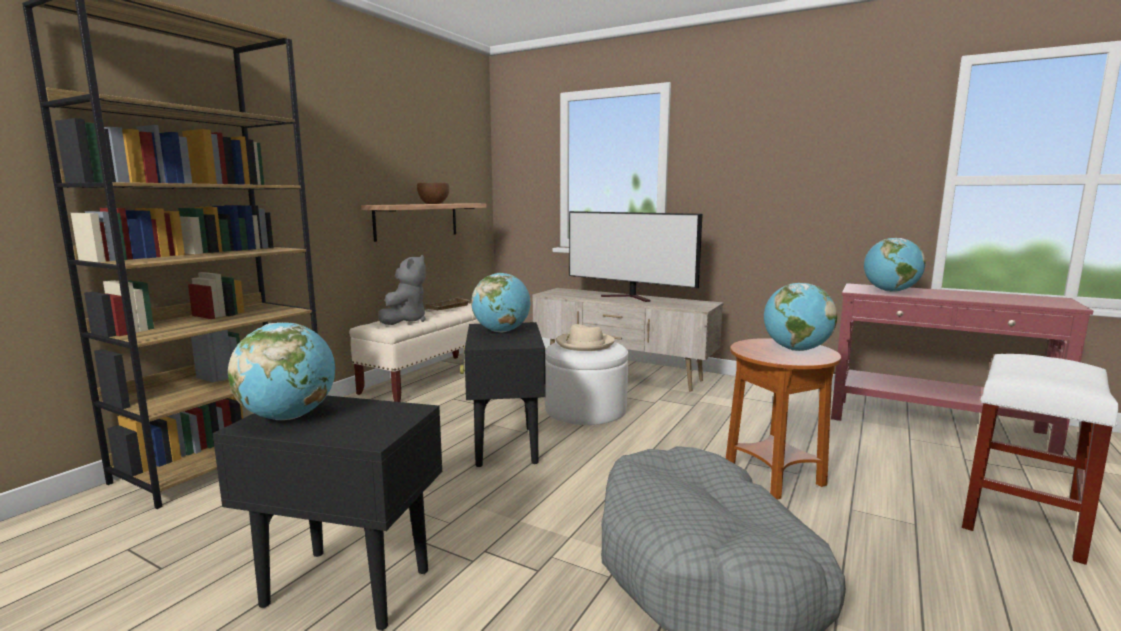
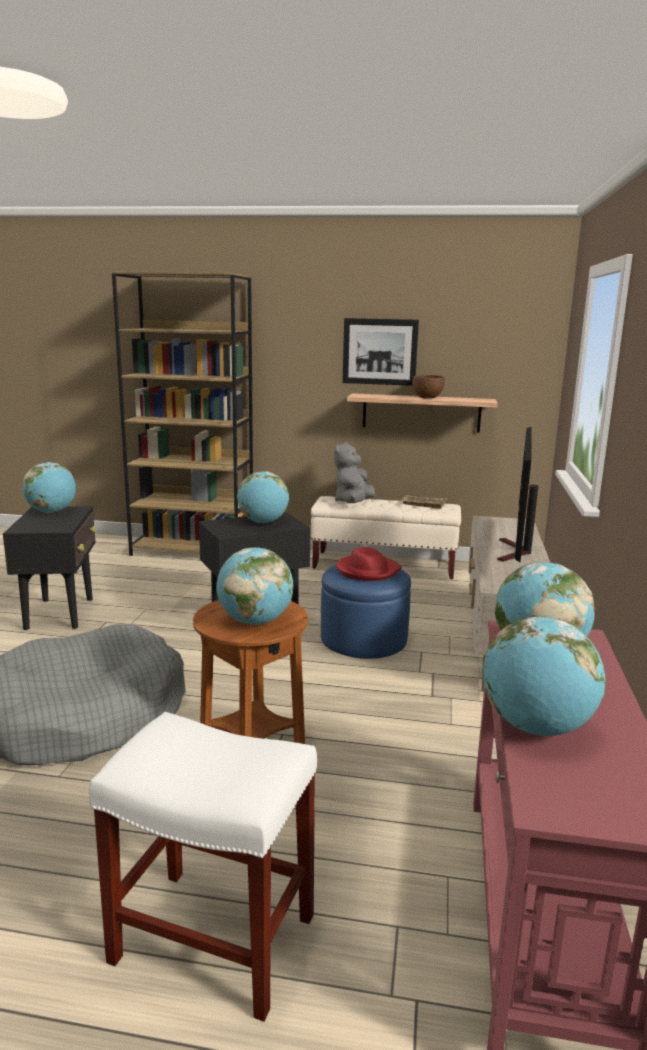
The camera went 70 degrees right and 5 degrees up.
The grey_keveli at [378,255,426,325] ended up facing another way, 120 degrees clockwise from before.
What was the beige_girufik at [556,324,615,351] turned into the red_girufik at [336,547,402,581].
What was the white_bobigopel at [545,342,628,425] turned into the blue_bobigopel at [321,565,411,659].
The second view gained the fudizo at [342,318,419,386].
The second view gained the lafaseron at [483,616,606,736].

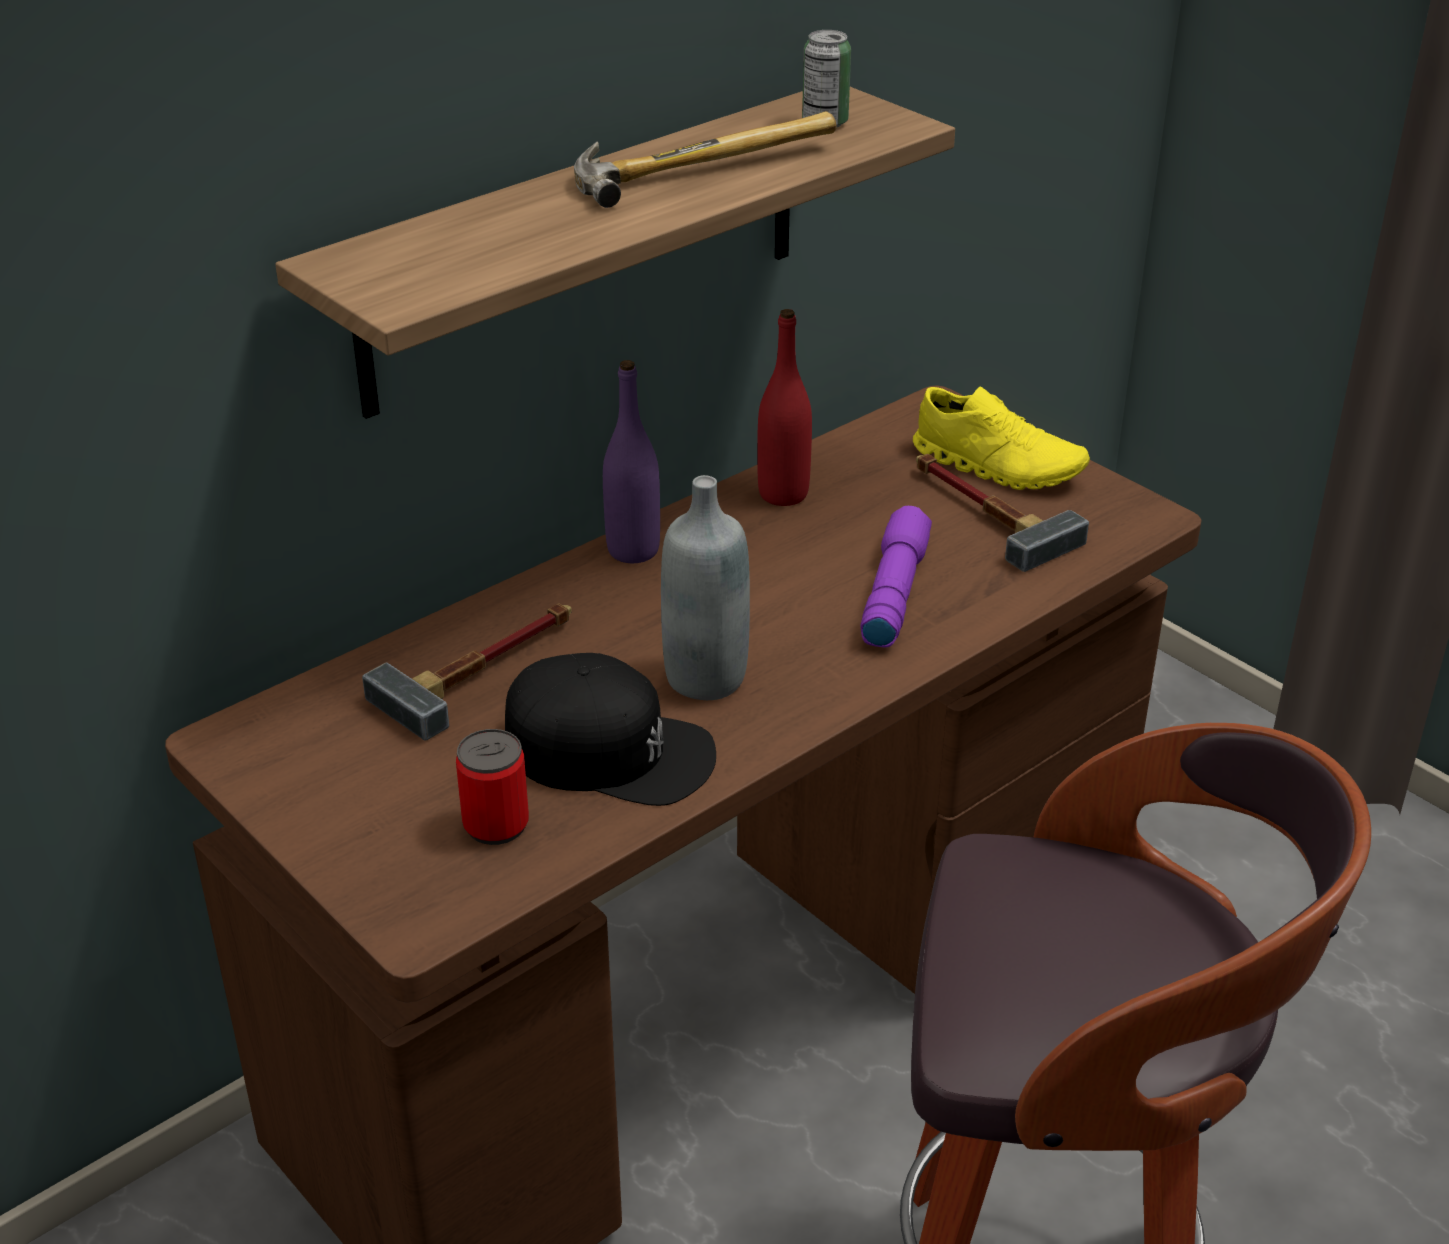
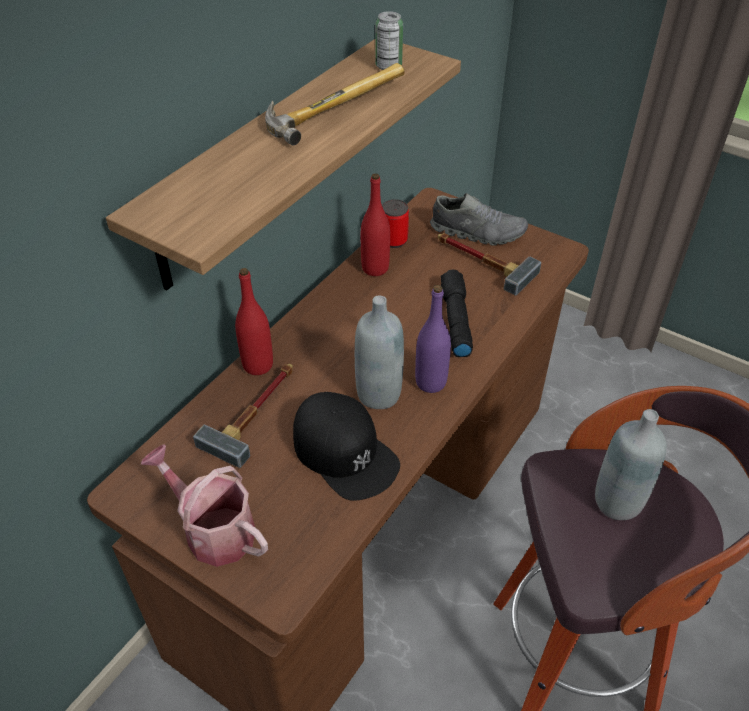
The camera went 15 degrees left and 10 degrees up.
The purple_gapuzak ended up elsewhere, having gone from [603,360,660,563] to [415,285,451,393].
What was the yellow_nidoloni at [913,386,1090,490] turned into the grey_nidoloni at [430,193,528,246].
What was the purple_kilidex at [860,506,932,647] turned into the black_kilidex at [441,270,473,357].
The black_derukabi at [505,653,716,806] ended up facing another way, 45 degrees clockwise from before.
The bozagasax ended up elsewhere, having gone from [456,729,529,845] to [382,199,409,248].
The second view gained the red_gapuzak at [235,268,273,375].
The second view gained the grey_gapuzak at [595,409,667,520].
The second view gained the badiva at [141,444,268,567].

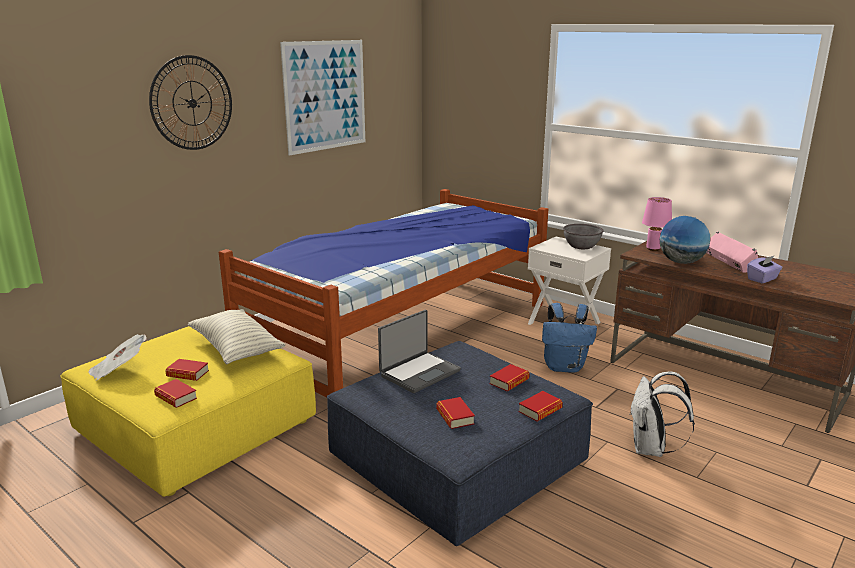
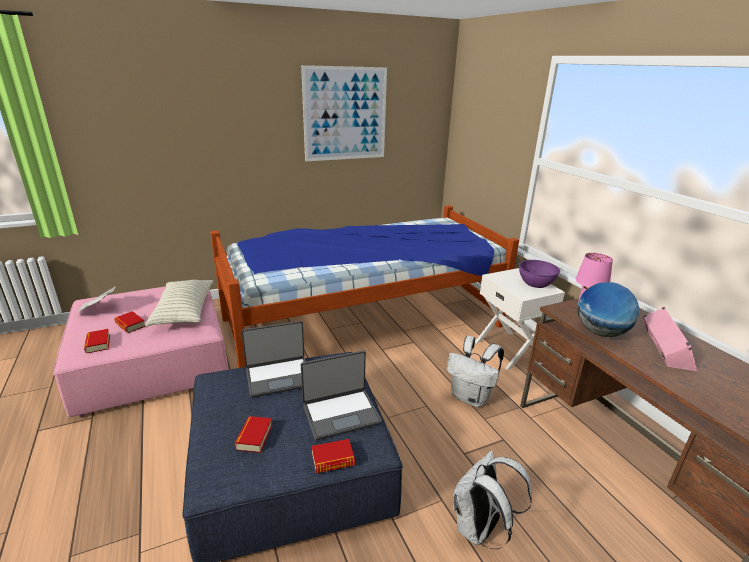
The camera went 25 degrees right and 5 degrees up.
The second view lost the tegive at [149,55,232,150].
What was the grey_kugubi at [563,224,604,249] turned into the purple_kugubi at [519,260,560,288].
The second view lost the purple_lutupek at [747,255,782,283].
What was the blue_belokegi at [542,303,597,373] turned into the white_belokegi at [447,336,504,407].
What was the yellow_bobigopel at [60,326,316,497] turned into the pink_bobigopel at [53,286,229,417].
Where the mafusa stood at [490,364,530,392], the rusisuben came to stand at [301,350,382,440].

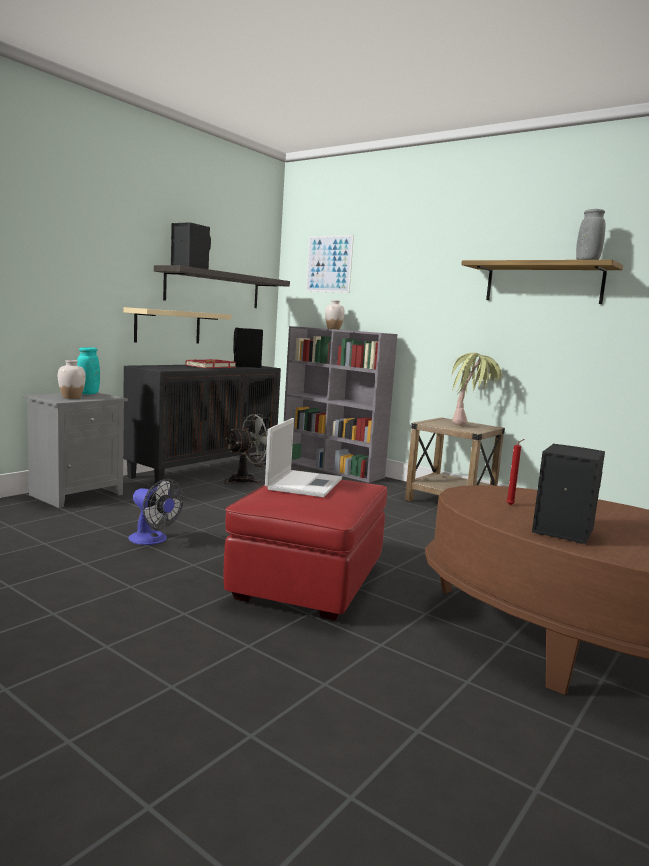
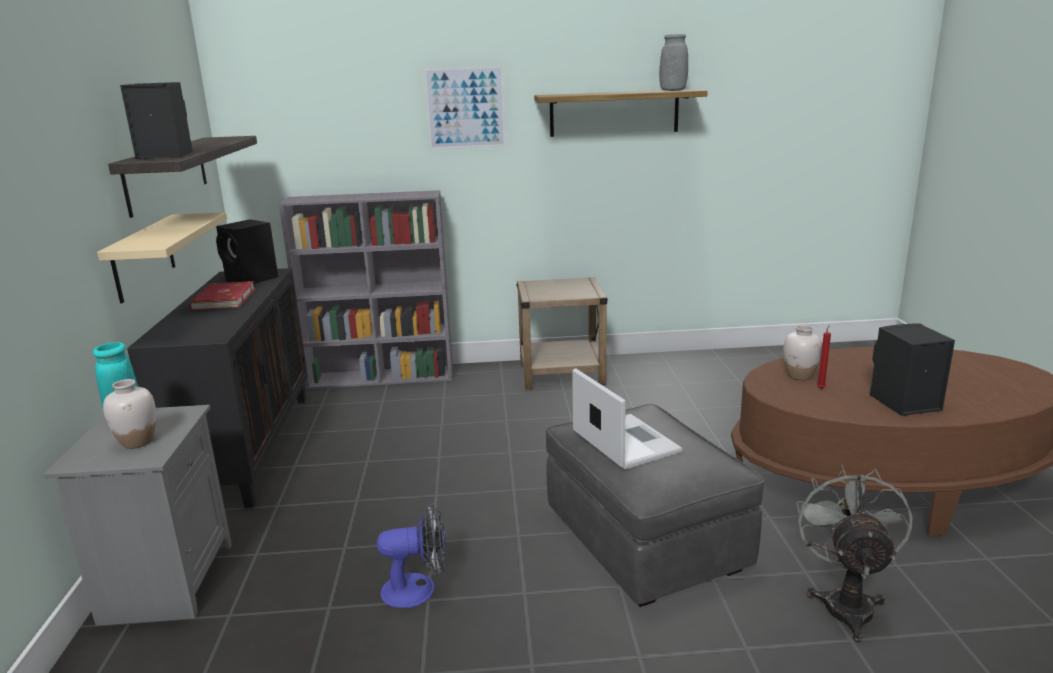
The camera went 40 degrees left and 10 degrees up.
The fudizo ended up elsewhere, having gone from [306,235,354,293] to [423,65,506,150].
The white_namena ended up elsewhere, having gone from [325,300,345,329] to [783,325,822,380].
The second view lost the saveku at [448,353,503,426].
The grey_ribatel ended up elsewhere, having gone from [224,414,270,485] to [796,465,912,642].
What was the red_bobigopel at [224,480,387,621] turned into the grey_bobigopel at [546,404,765,607].

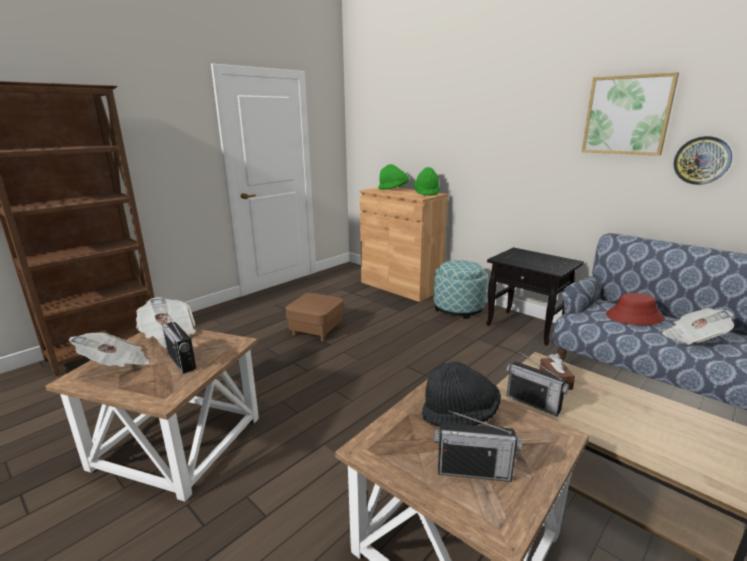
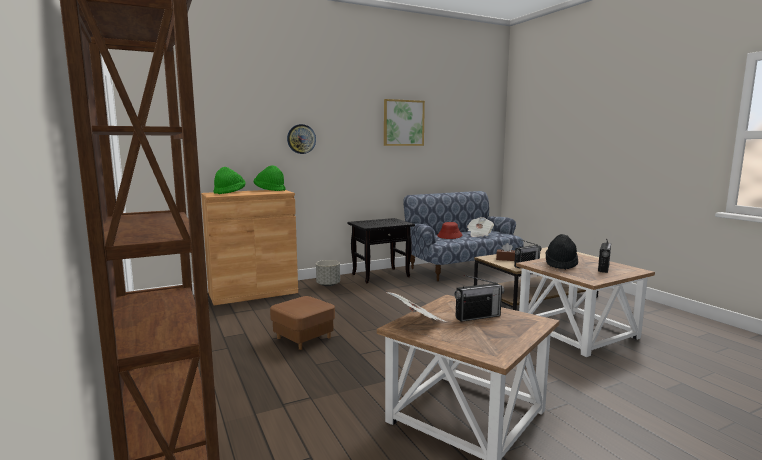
The camera went 70 degrees left and 10 degrees down.
The tegive ended up elsewhere, having gone from [673,136,732,185] to [287,124,316,154].
Where the bobigopel stood at [434,260,488,319], the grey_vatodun came to stand at [316,260,340,286].
The second view lost the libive at [69,332,149,367].

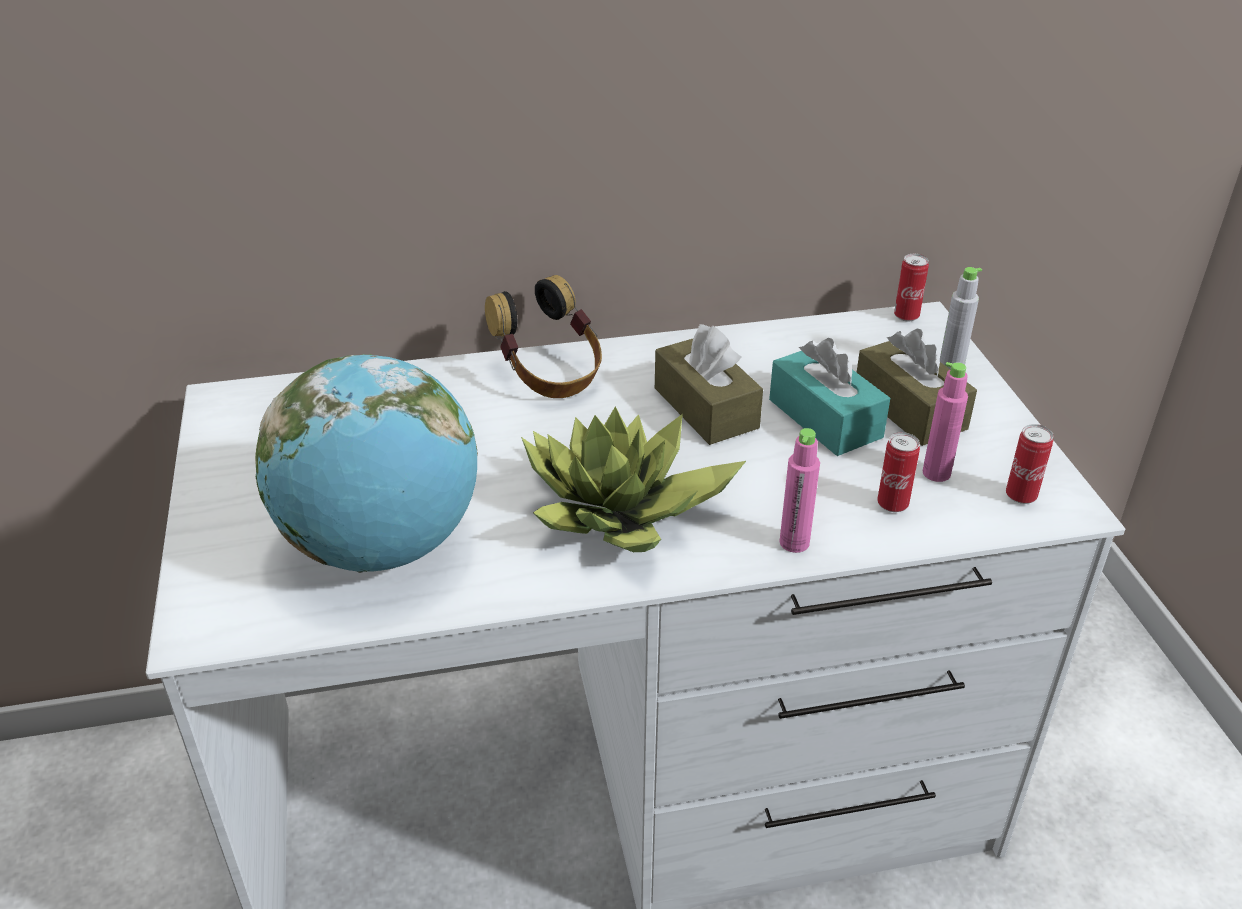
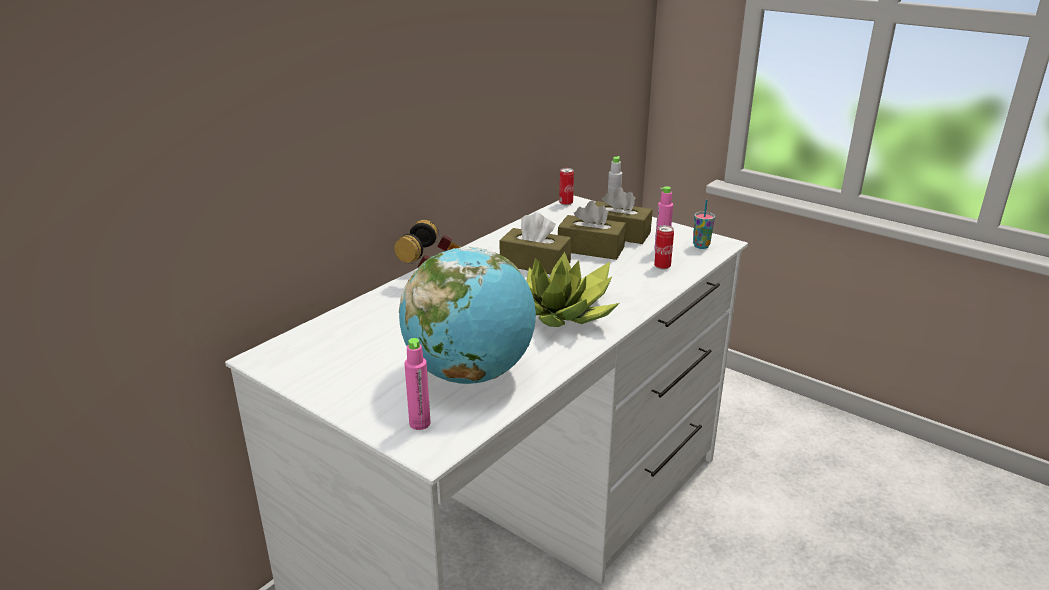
The camera went 40 degrees left and 10 degrees down.
What was the turquoise_lutupek at [769,338,890,456] turned into the brown_lutupek at [558,201,626,260].
Where the bozagasax stood at [1006,424,1054,504], the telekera came to stand at [693,199,715,249].
The pink_gapuzak ended up elsewhere, having gone from [779,428,820,553] to [404,338,431,430].

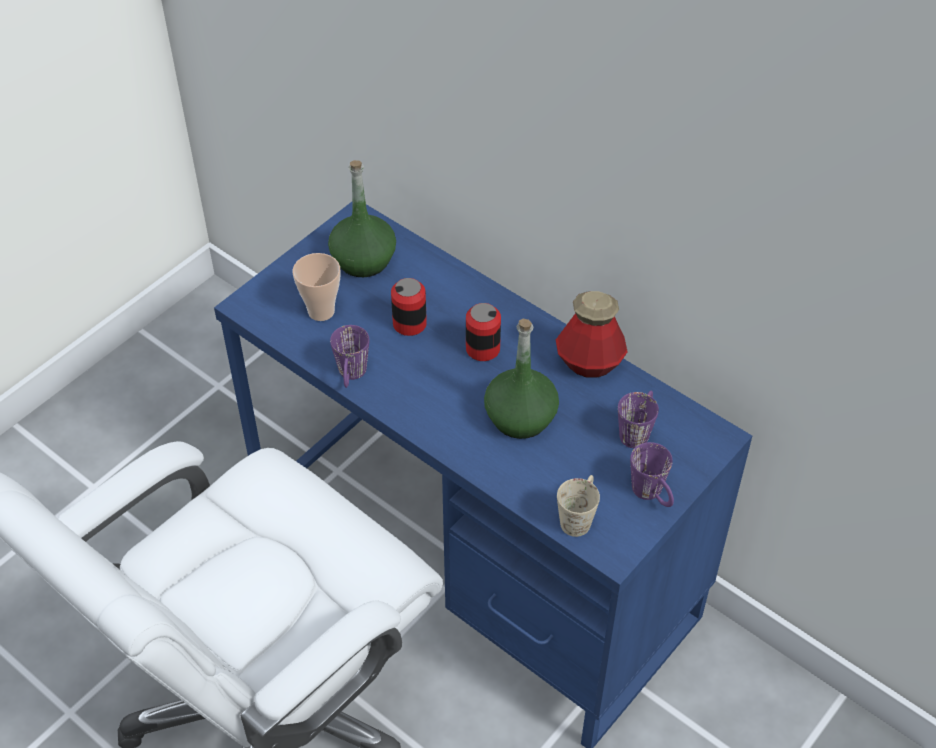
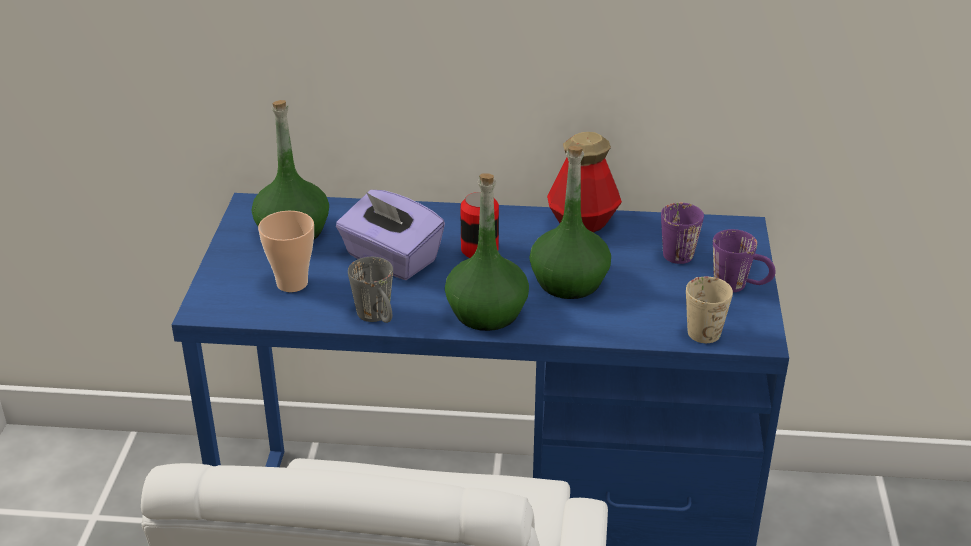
The camera went 35 degrees left and 15 degrees down.
Where the bozagasax stood at [391,278,427,336], the purple_lutupek came to stand at [336,190,445,280].
What was the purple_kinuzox at [330,325,369,388] turned into the grey_kinuzox at [348,257,393,323].
The second view gained the green_gapuzak at [445,173,529,331].

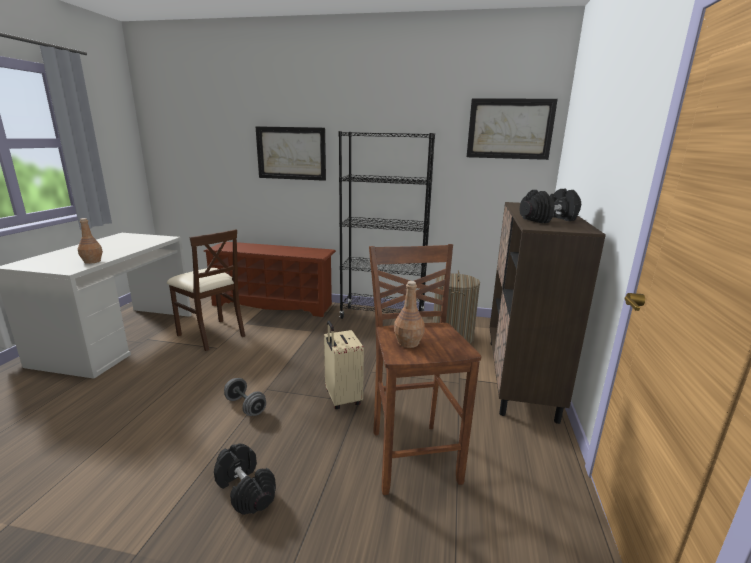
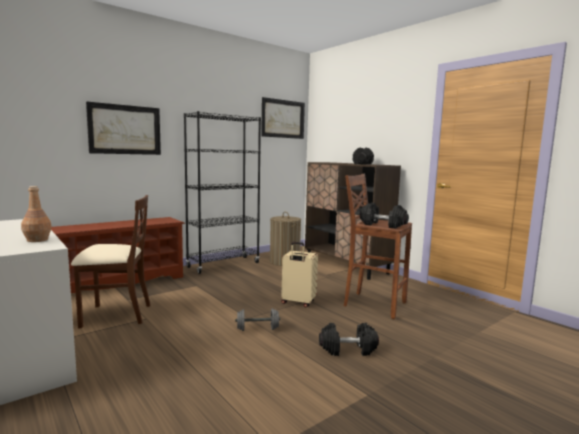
The camera went 50 degrees left and 10 degrees down.
Where the brown_gapuzak stood at [394,281,425,348], the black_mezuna came to stand at [360,203,409,229].

